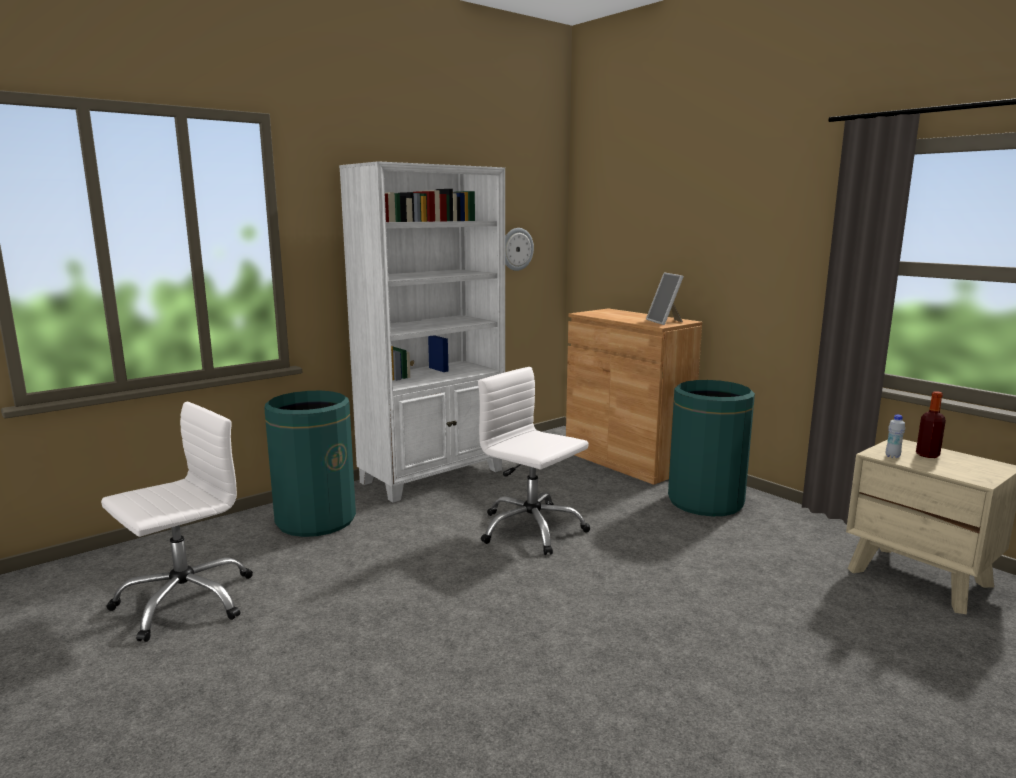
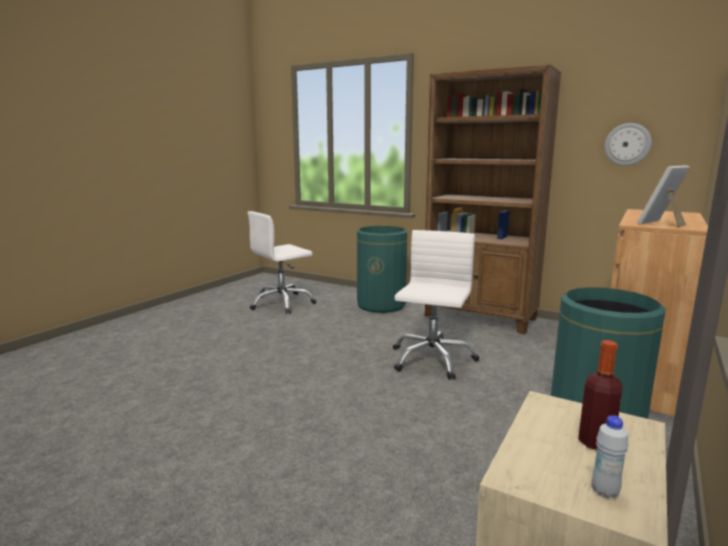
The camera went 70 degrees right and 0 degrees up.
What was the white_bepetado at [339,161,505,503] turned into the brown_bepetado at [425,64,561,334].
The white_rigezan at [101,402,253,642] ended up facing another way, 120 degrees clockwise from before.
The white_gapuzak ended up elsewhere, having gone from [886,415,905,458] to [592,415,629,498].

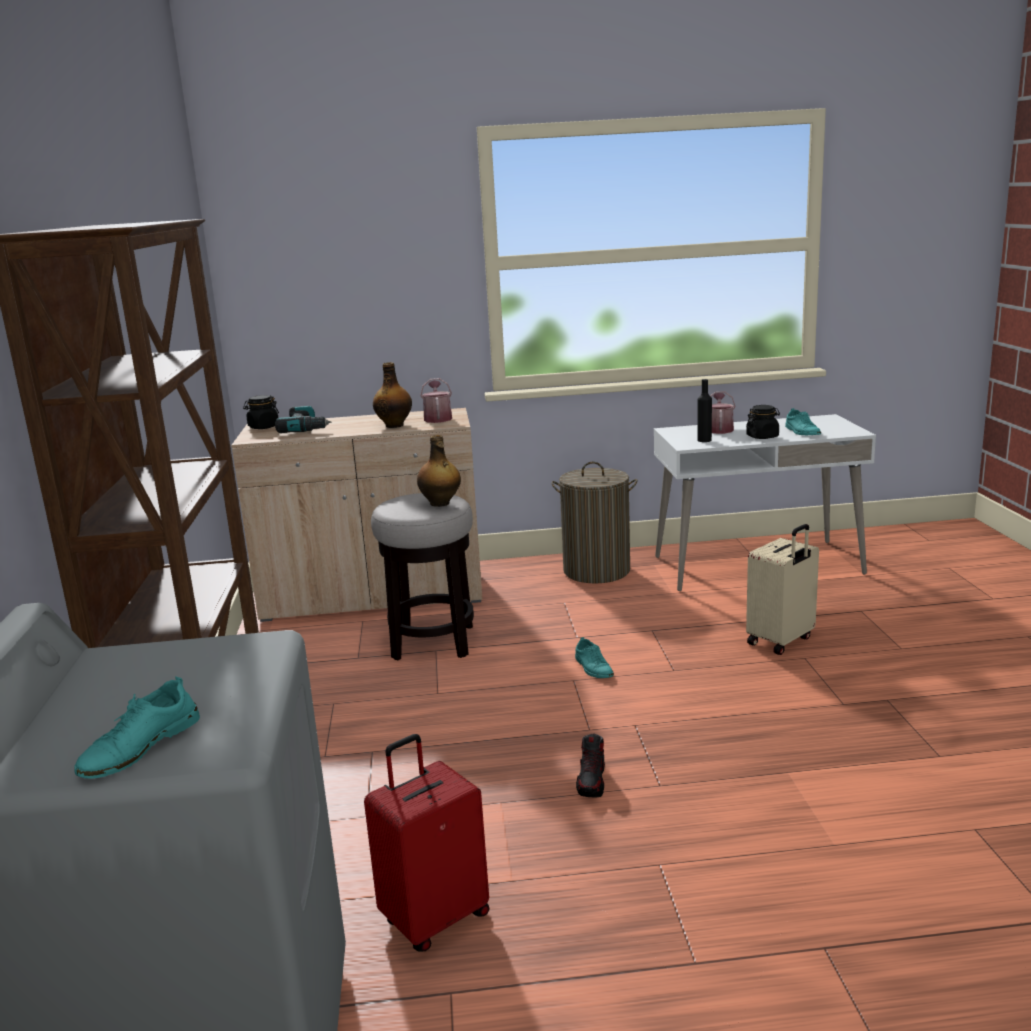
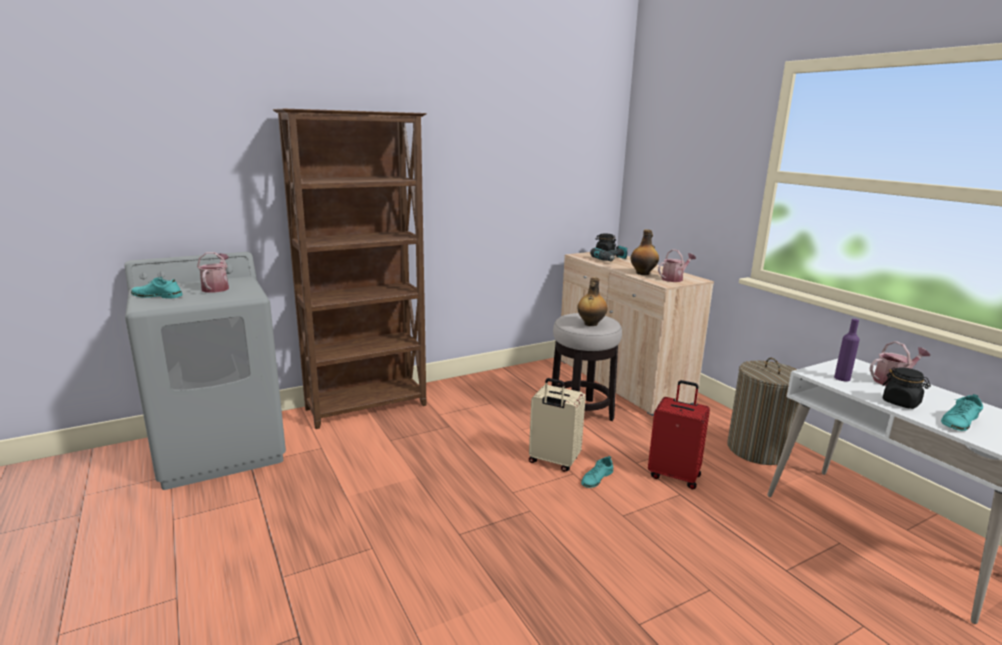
The camera went 65 degrees right and 0 degrees up.
What was the black_gapuzak at [697,379,712,442] turned into the purple_gapuzak at [834,319,860,382].
The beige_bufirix ended up elsewhere, having gone from [746,524,819,655] to [529,378,586,472].
The red_bufirix ended up elsewhere, having gone from [364,734,489,952] to [648,380,710,489].
The second view lost the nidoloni at [576,734,605,798].
The second view gained the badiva at [197,252,229,293].

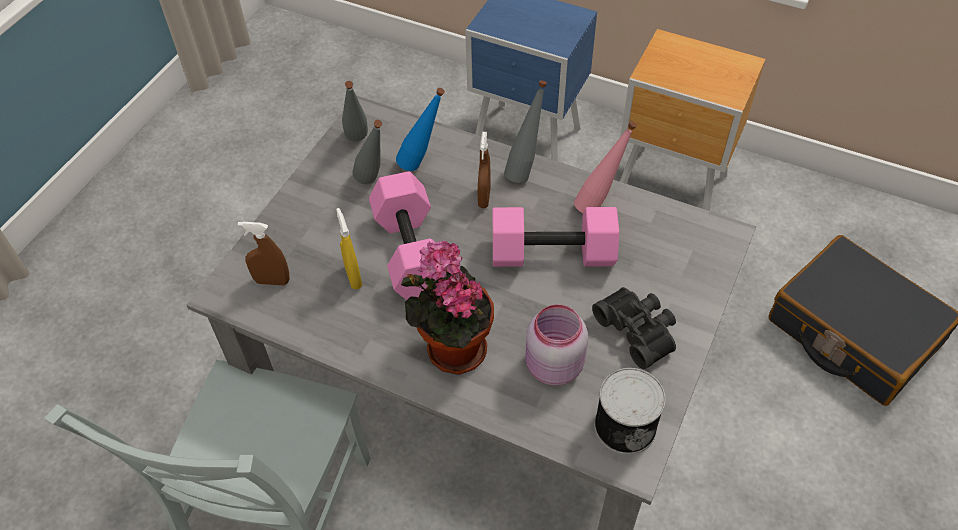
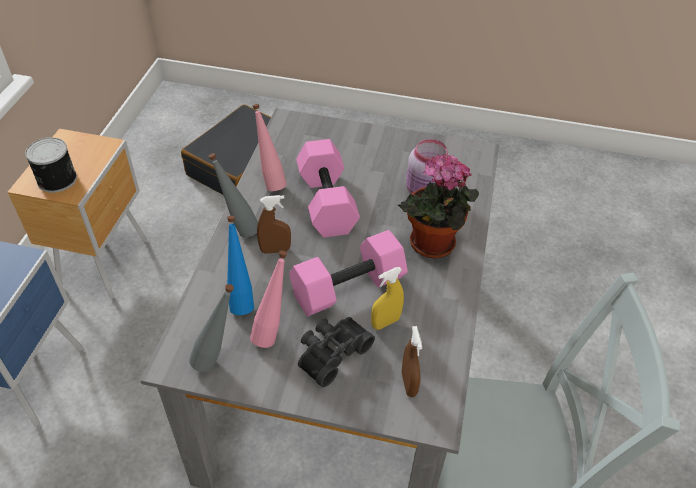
The camera went 105 degrees left and 5 degrees down.
What was the grey_gapuzak at [352,120,382,184] turned into the pink_gapuzak at [250,251,287,348].
The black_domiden ended up elsewhere, having gone from [592,287,676,369] to [298,317,375,387].
The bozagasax ended up elsewhere, having gone from [594,368,666,455] to [25,137,77,193].

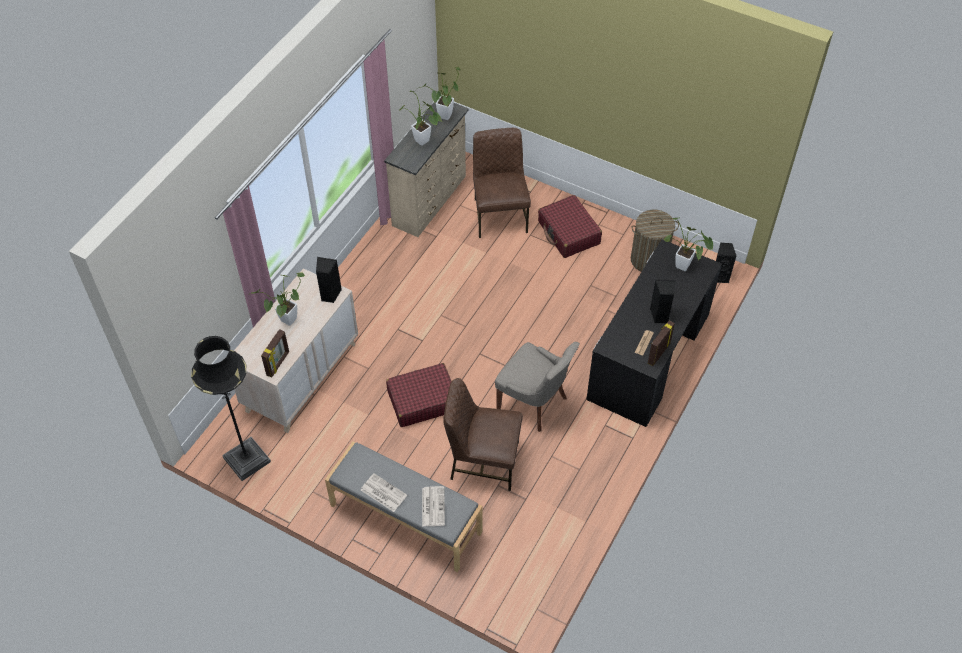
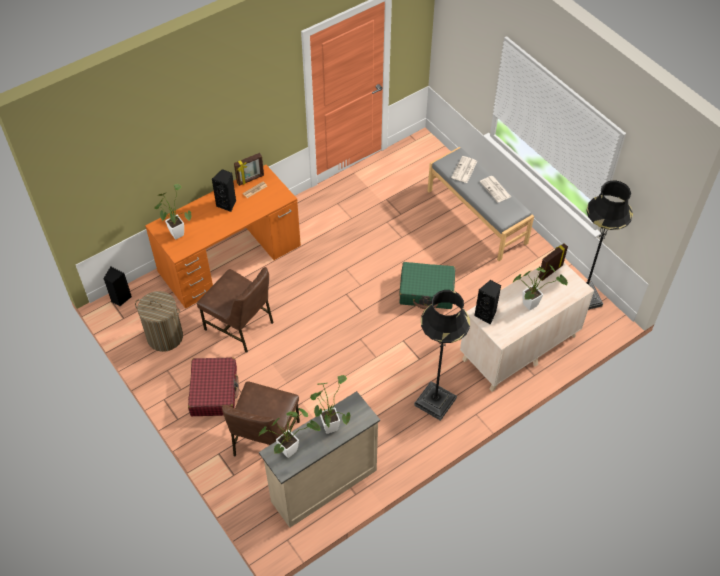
The camera went 155 degrees left and 0 degrees up.
What was the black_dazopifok at [586,239,722,427] turned into the orange_dazopifok at [145,165,301,309].
The second view lost the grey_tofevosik at [495,342,580,432].
What was the red_bufirix at [386,363,452,427] turned into the green_bufirix at [399,262,455,309].
The brown_tofevosik ended up elsewhere, having gone from [443,378,523,491] to [197,267,274,353].
The second view gained the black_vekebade at [414,290,470,421].

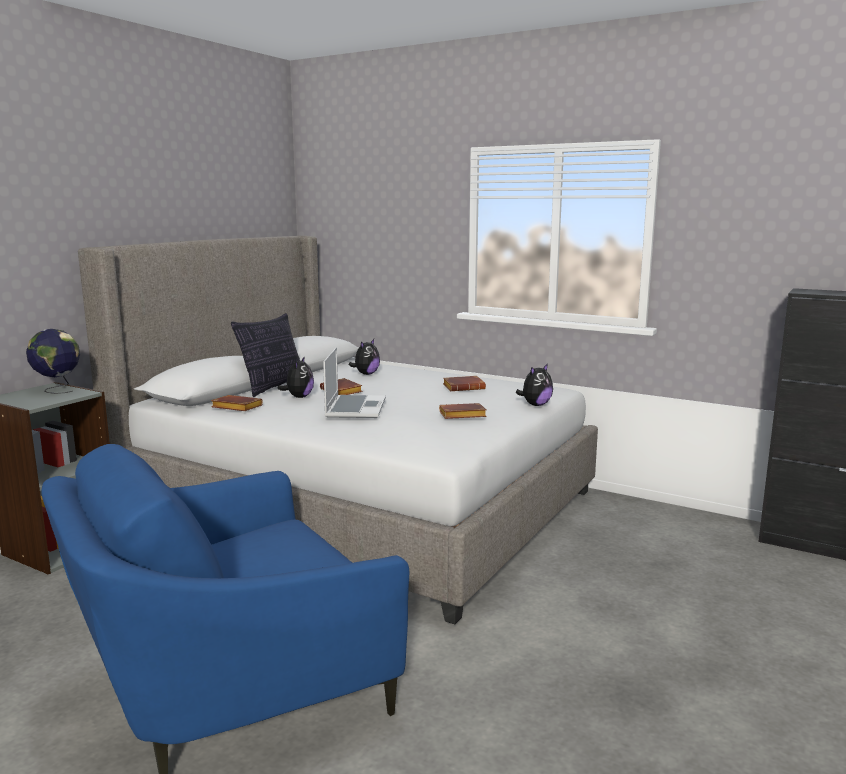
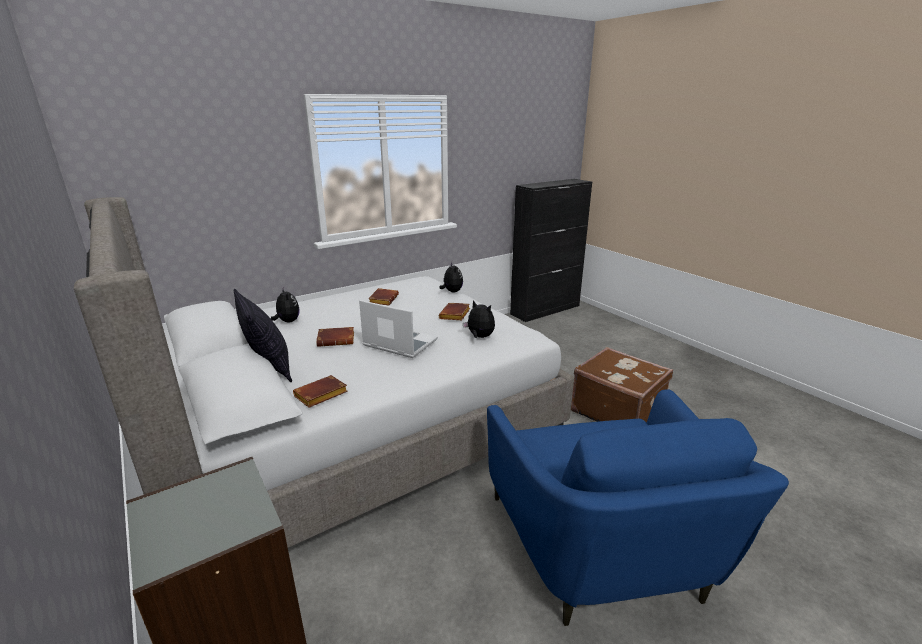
The camera went 65 degrees left and 10 degrees up.
The second view lost the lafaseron at [26,329,80,394].
The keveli ended up elsewhere, having gone from [277,356,314,398] to [463,300,495,338].
The second view gained the brown_bufirix at [571,347,673,423].

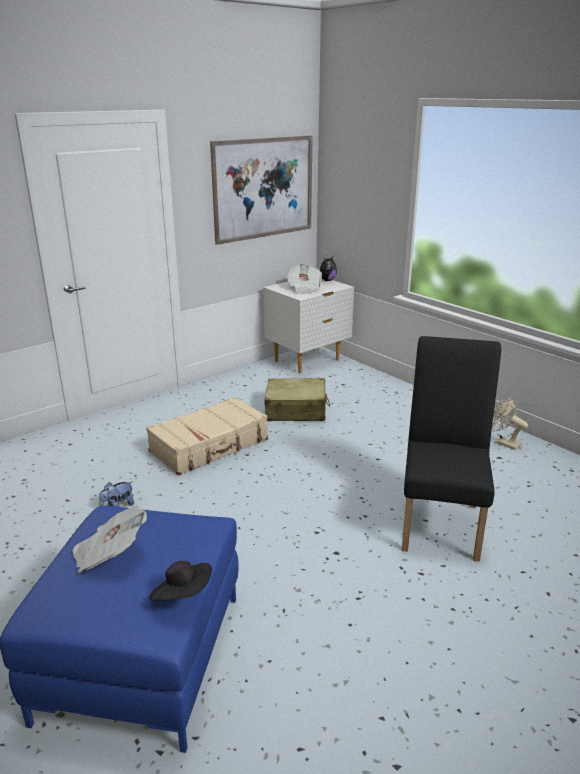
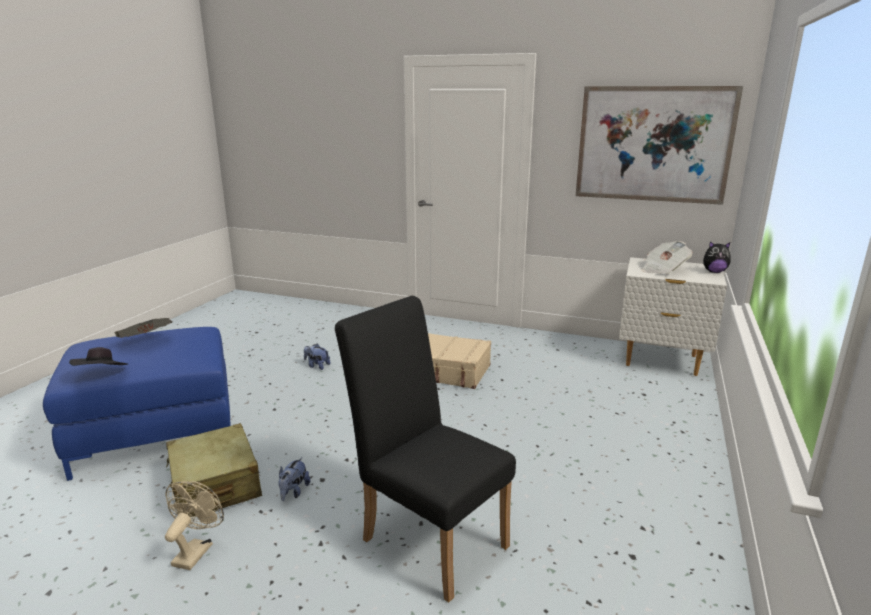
The camera went 60 degrees right and 5 degrees down.
The black_tofevosik at [402,336,501,562] ended up facing another way, 120 degrees counterclockwise from before.
The beige_bufirix ended up elsewhere, having gone from [264,378,330,421] to [166,423,262,517].
The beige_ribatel ended up elsewhere, having gone from [492,397,528,450] to [165,481,224,570].
The second view gained the keveli at [278,457,310,501].

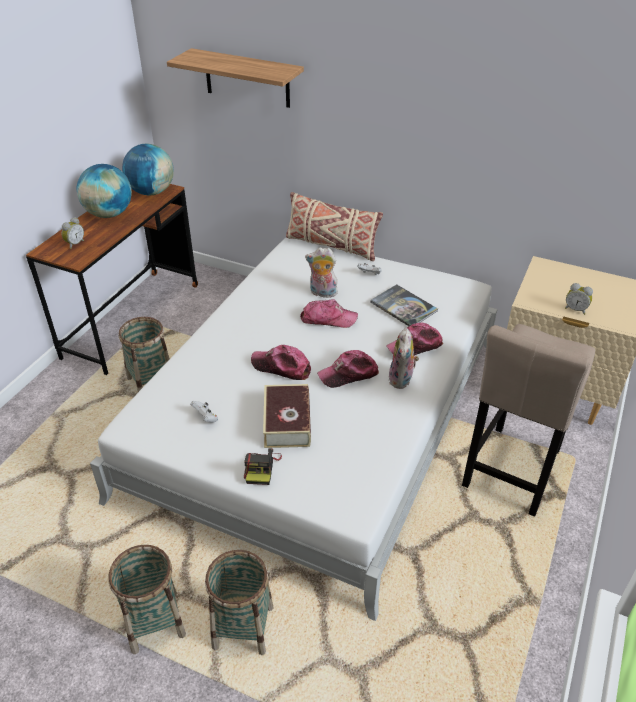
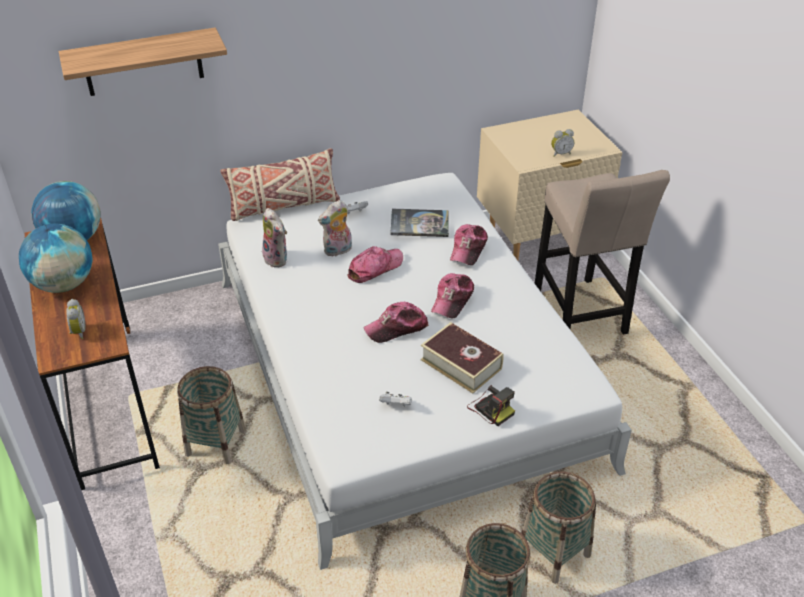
The camera went 45 degrees left and 0 degrees up.
The keveli ended up elsewhere, having gone from [388,328,419,389] to [262,208,287,268].

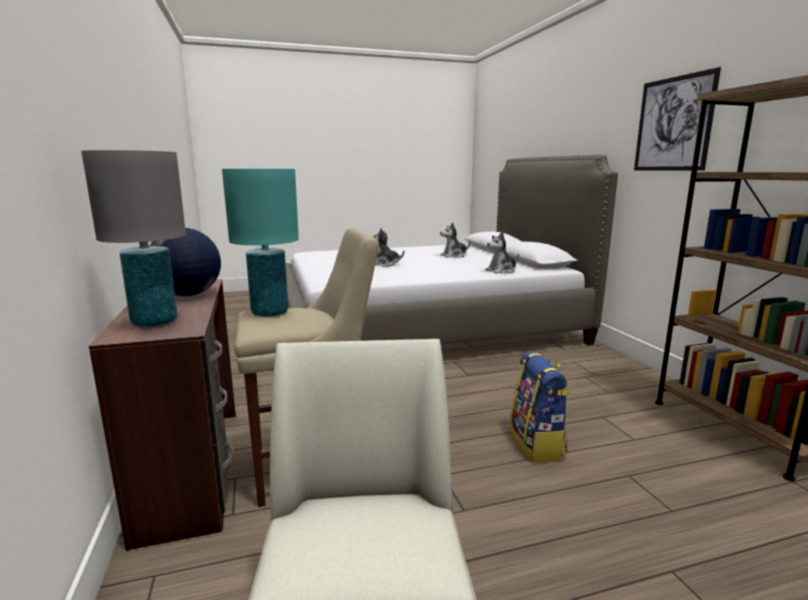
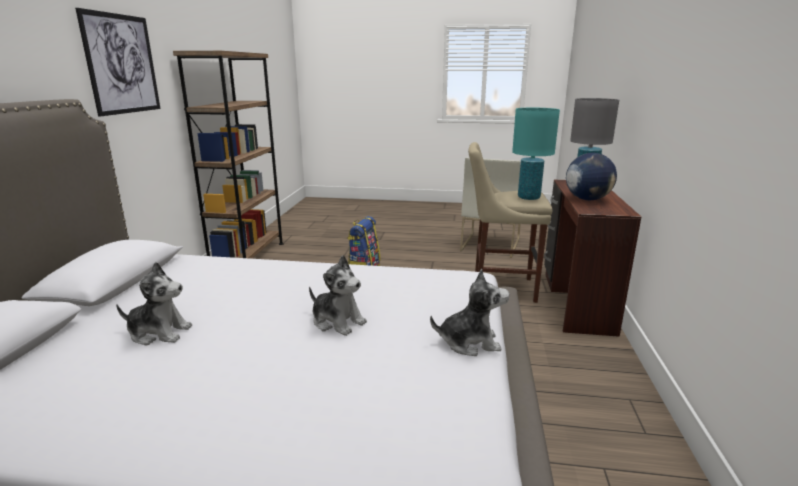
The camera went 155 degrees left and 5 degrees up.
The keveli ended up elsewhere, having gone from [485,232,519,274] to [430,269,510,356].

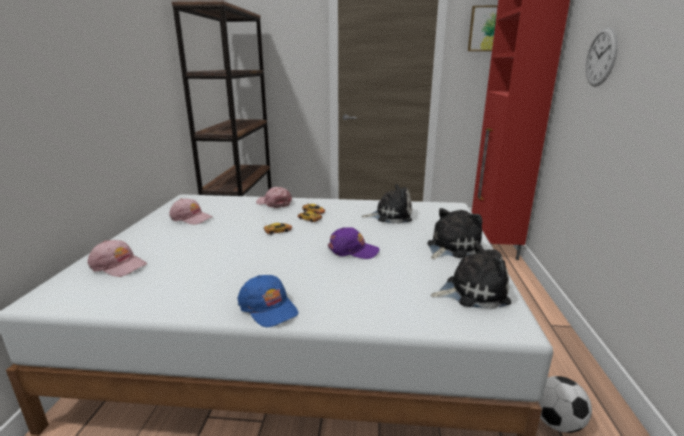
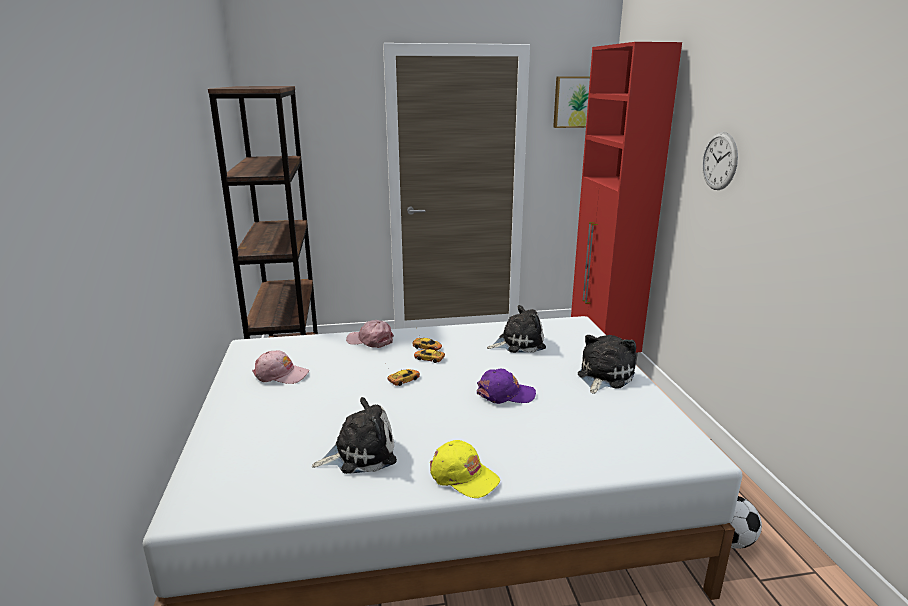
The camera went 15 degrees left and 0 degrees up.
The second view lost the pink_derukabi at [88,240,147,277].
The keveli ended up elsewhere, having gone from [430,242,511,309] to [312,397,397,474].
What was the blue_derukabi at [238,275,298,328] turned into the yellow_derukabi at [430,440,500,498].

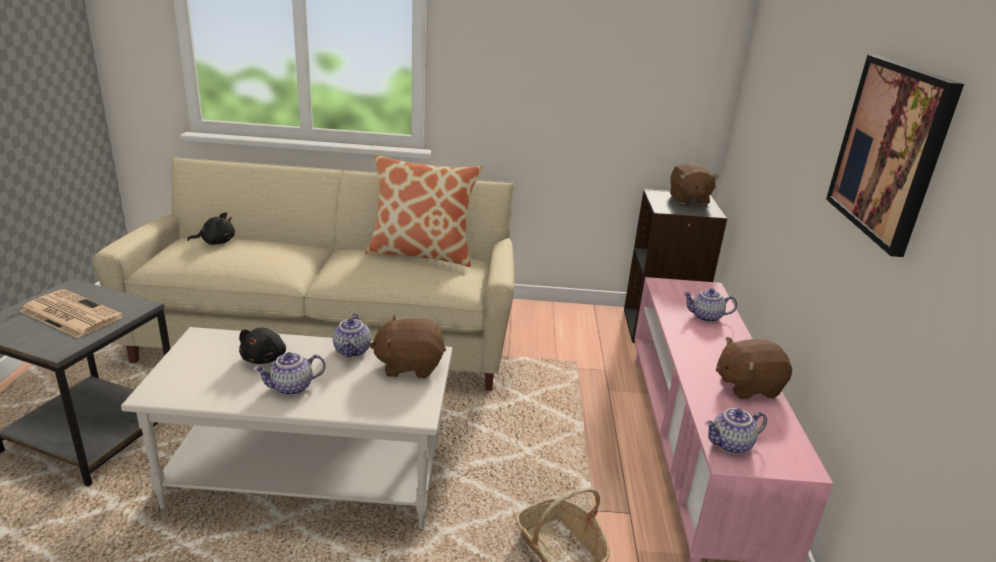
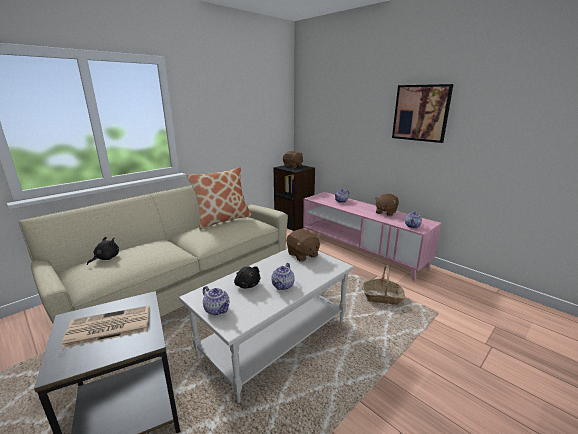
The camera went 45 degrees left and 5 degrees down.
The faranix ended up elsewhere, having gone from [333,313,371,357] to [203,286,230,315].
The brown_keveli at [369,315,446,378] ended up facing another way, 75 degrees counterclockwise from before.

